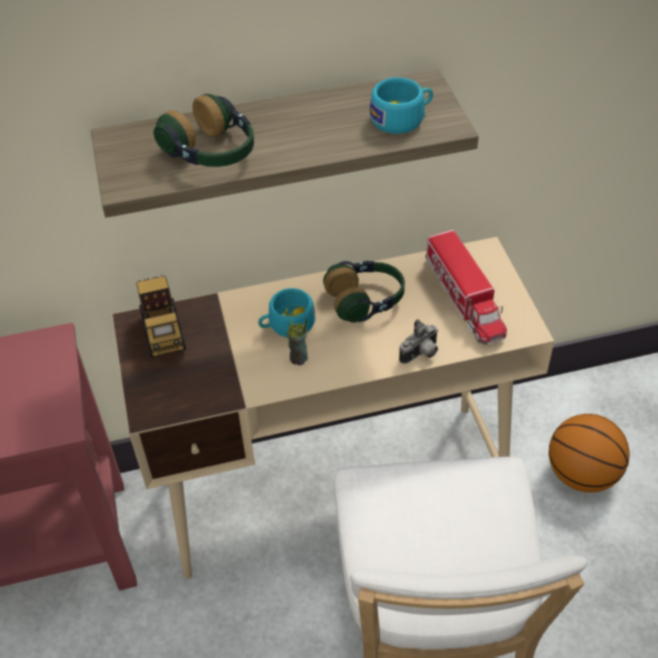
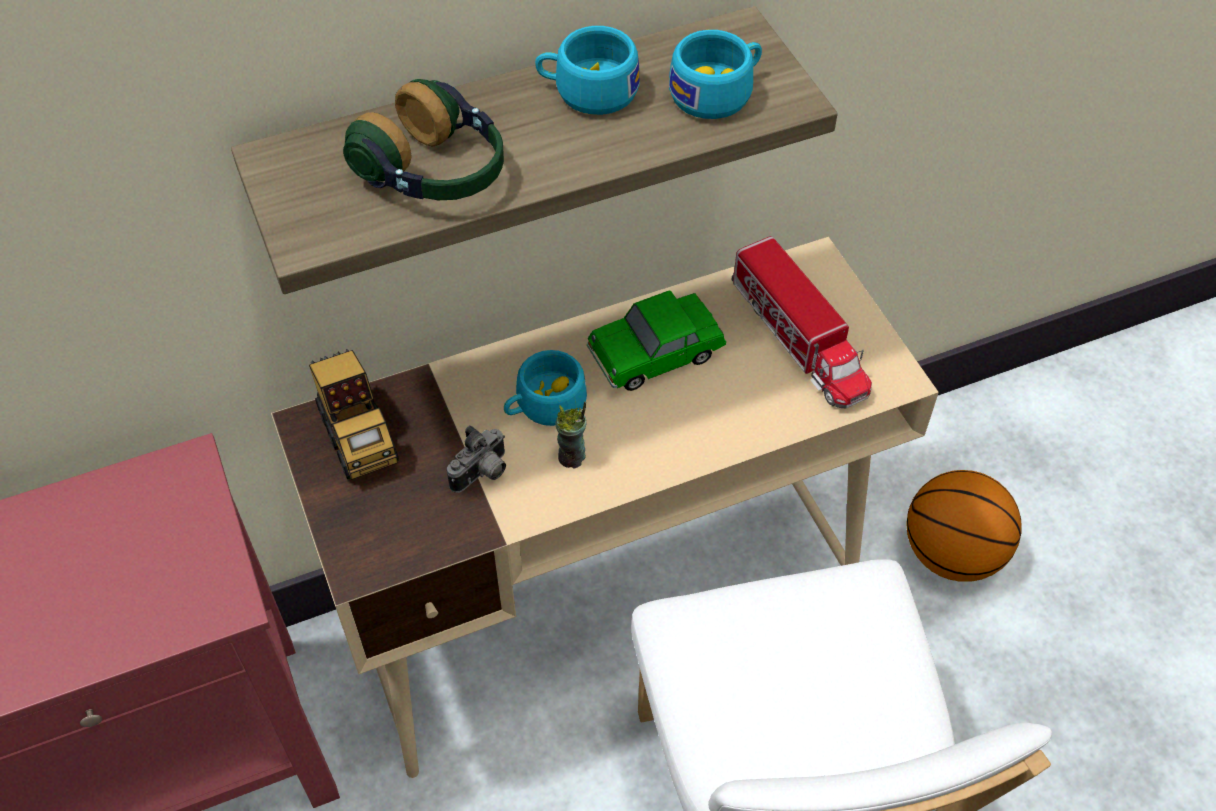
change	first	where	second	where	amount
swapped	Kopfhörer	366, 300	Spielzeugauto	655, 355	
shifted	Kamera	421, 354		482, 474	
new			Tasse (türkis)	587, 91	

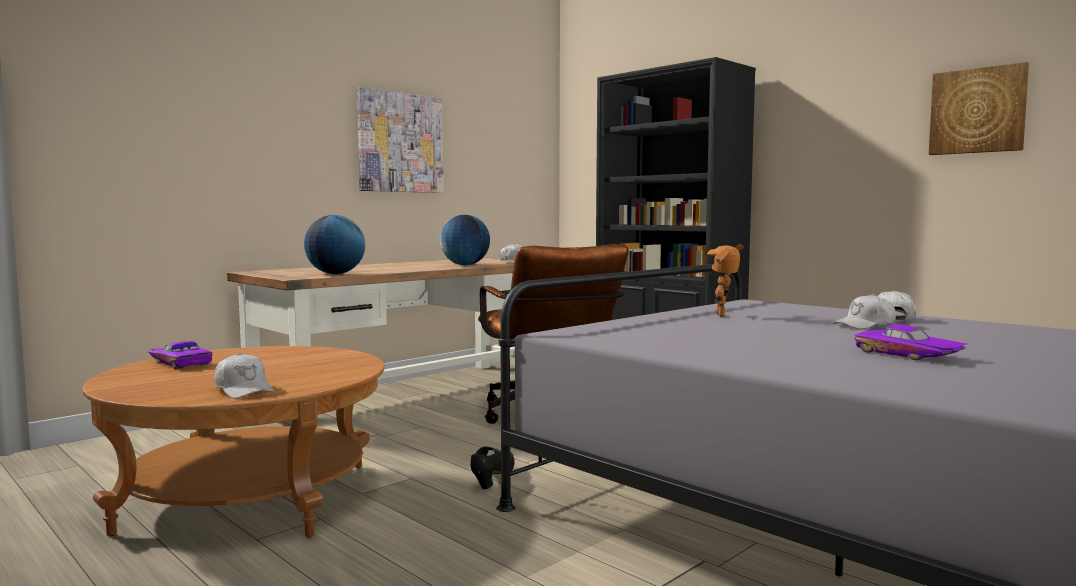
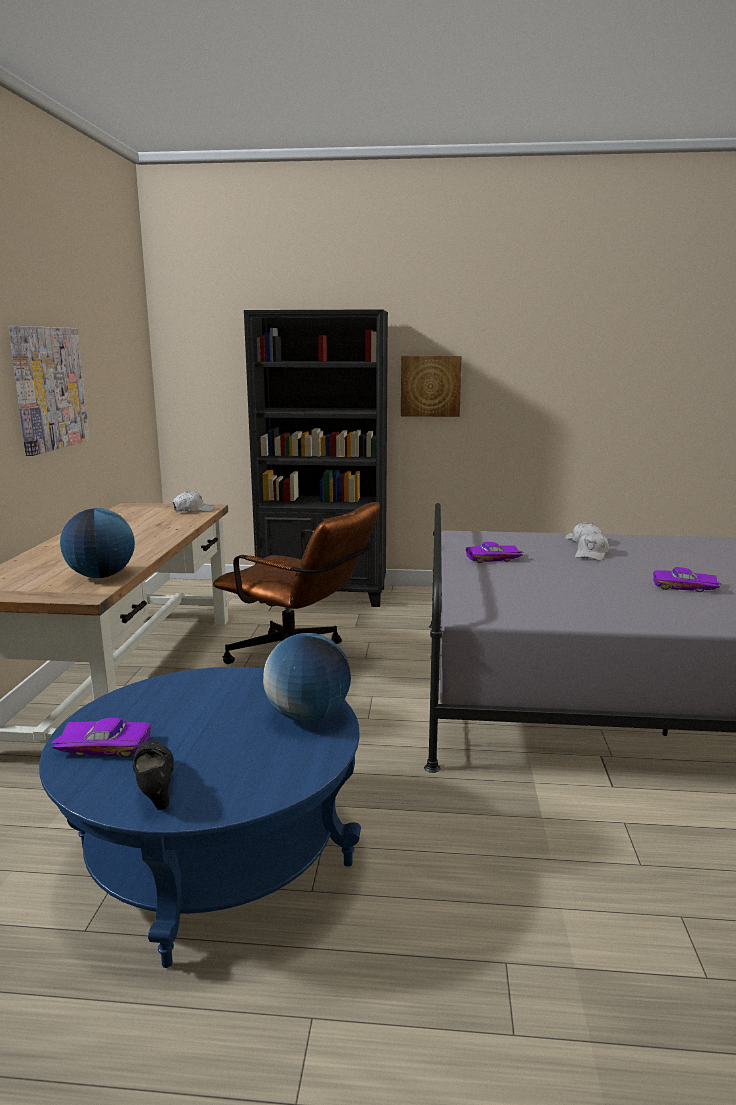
change	first	where	second	where	amount
repainted	Couchtisch (braun)	249, 497	Couchtisch (blau)	214, 855	
gone	Kappe (weiß)	244, 390			
shifted	Globus	465, 265		308, 716	
shifted	Schuh (schwarz)	493, 478		154, 787	
swapped	Spielzeugroboter	724, 315	Spielzeugauto (lila)	494, 559	
shifted	Bild	977, 111		430, 386	

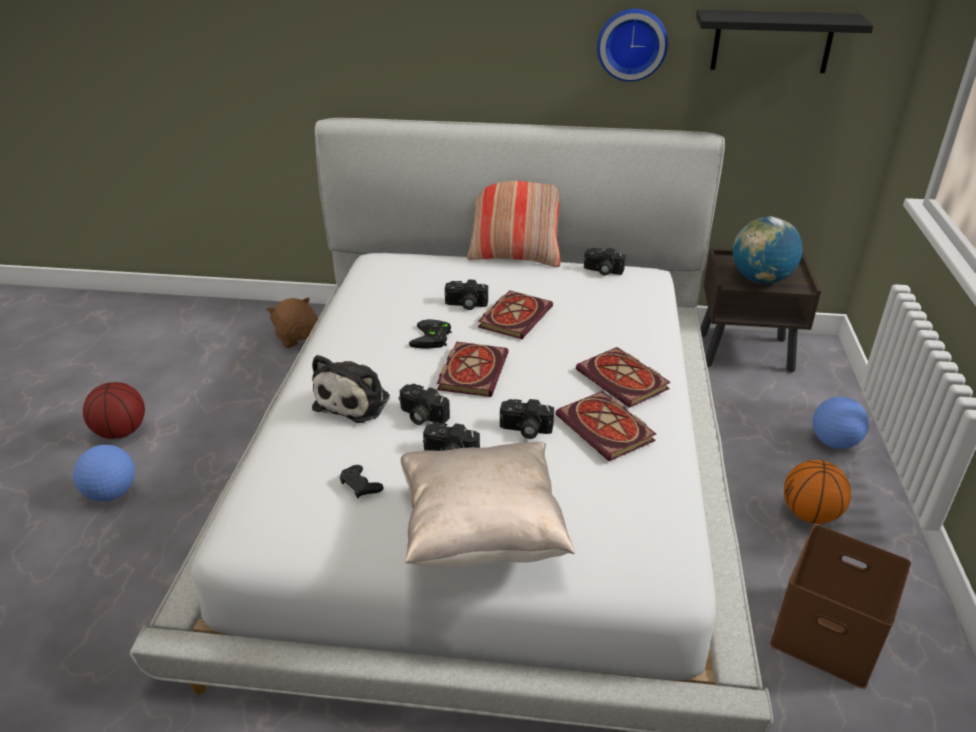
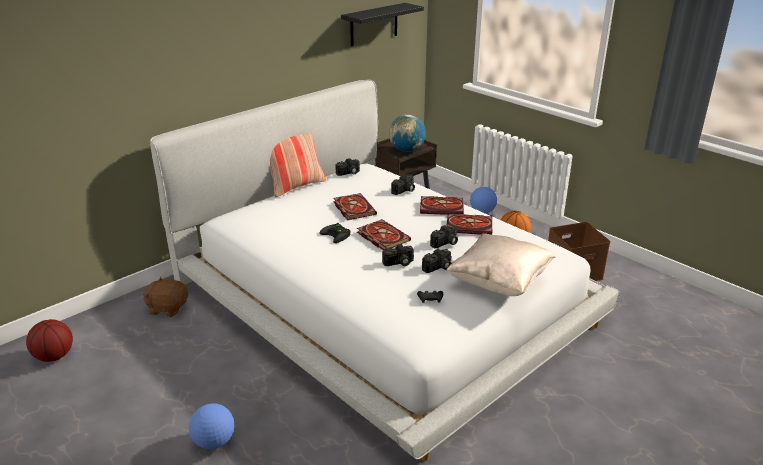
change	first	where	second	where	amount
shifted	Basketball	121, 432		54, 356	
gone	Plüschtier	355, 401			
shifted	Kamera	465, 305		404, 191	
gone	Wanduhr	632, 44			

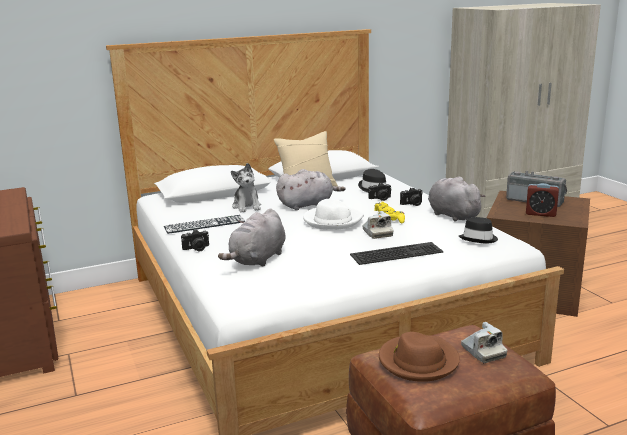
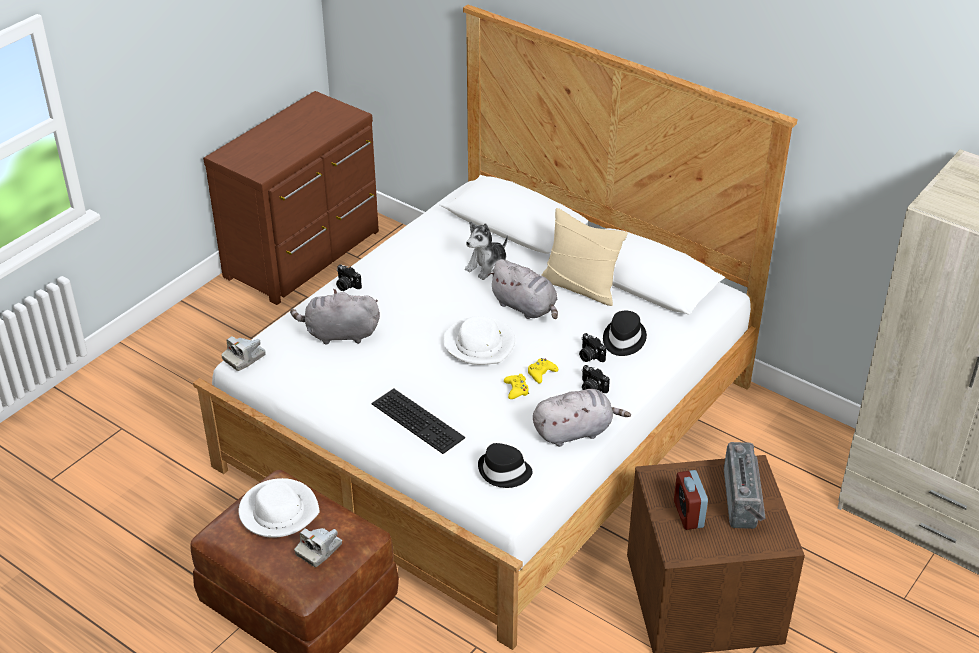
change	first	where	second	where	amount
gone	Tastatur	204, 224			
shifted	Kamera	377, 233		244, 358	
repainted	Hut (braun)	418, 361	Hut (weiß)	278, 511	
rotated	Plüschtier (grau)	452, 215		575, 431	45 degrees clockwise

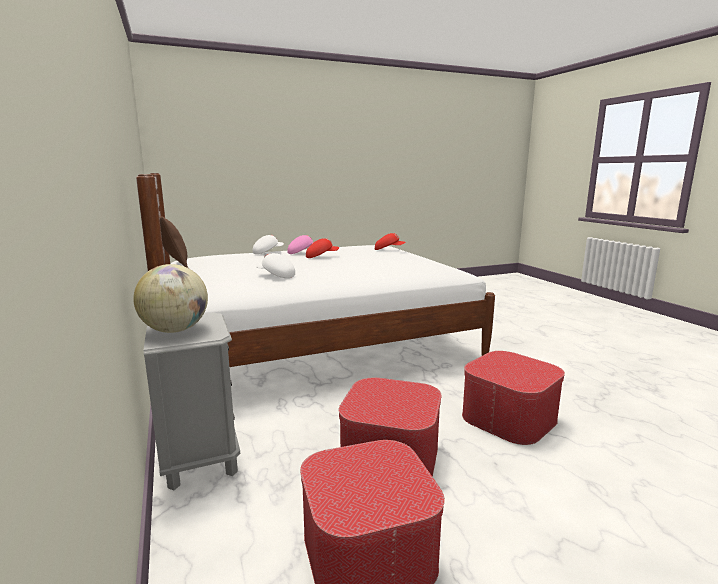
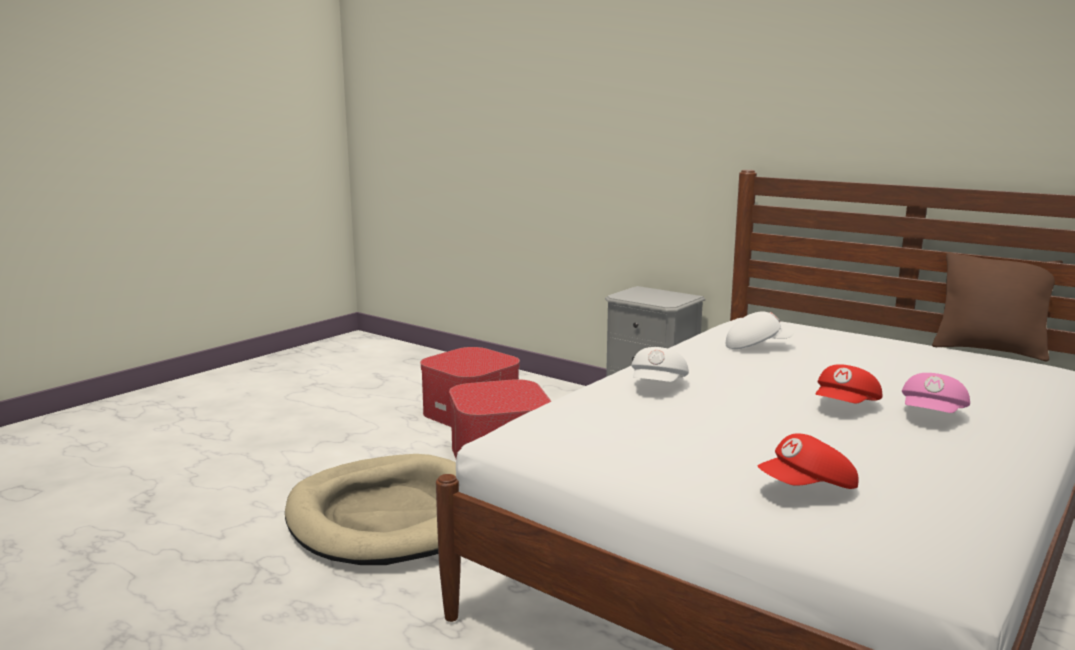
change	first	where	second	where	amount
gone	Globus	175, 330			
shifted	Kappe (weiß)	267, 252		659, 386	
swapped	Polsterhocker	509, 417	Hundebett (beige)	388, 517	

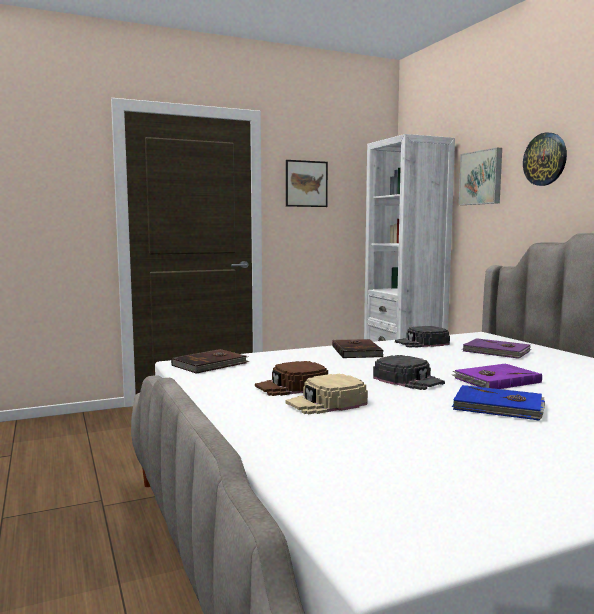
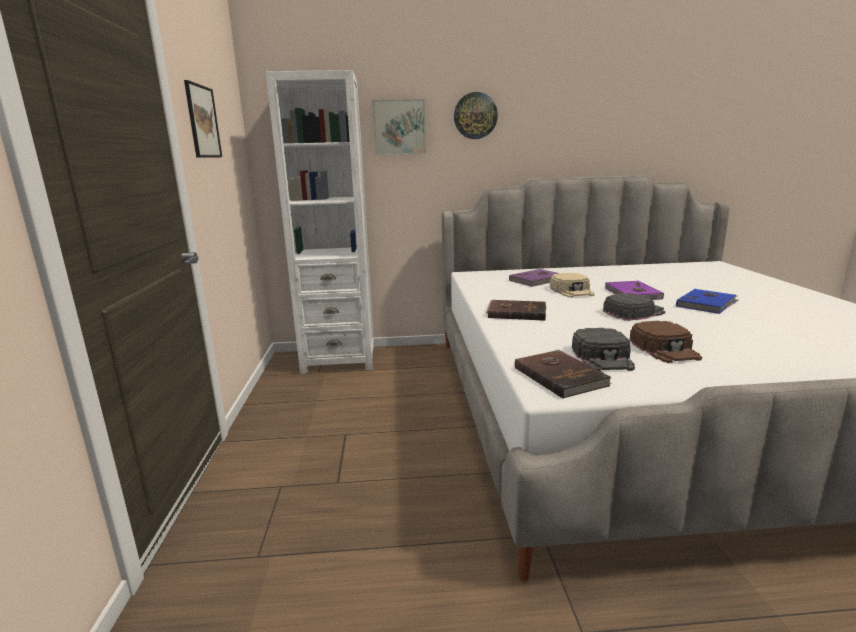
change	first	where	second	where	amount
shifted	Kappe (beige)	326, 403		572, 291	
shifted	Kappe (schwarz)	422, 343		603, 357	

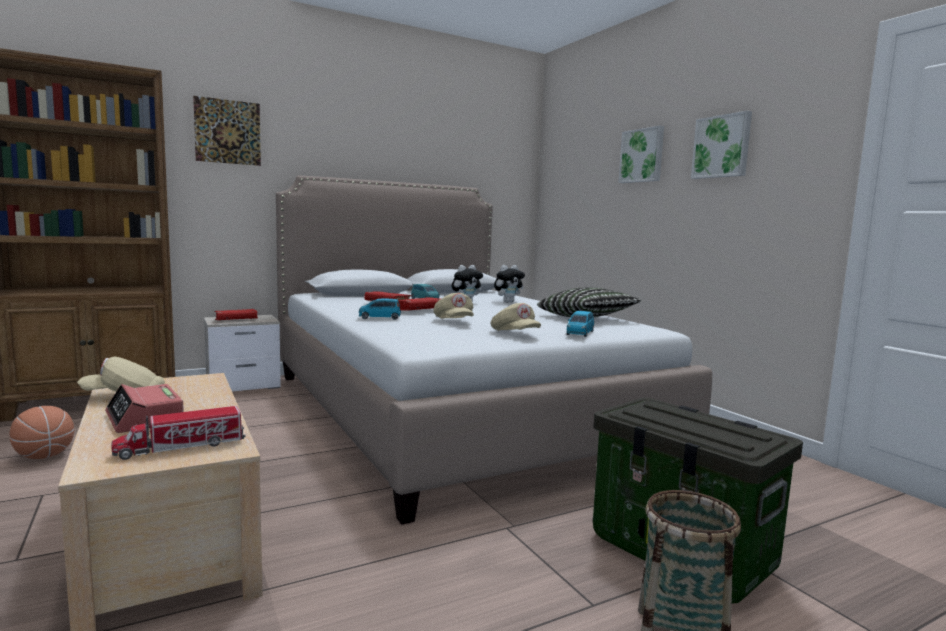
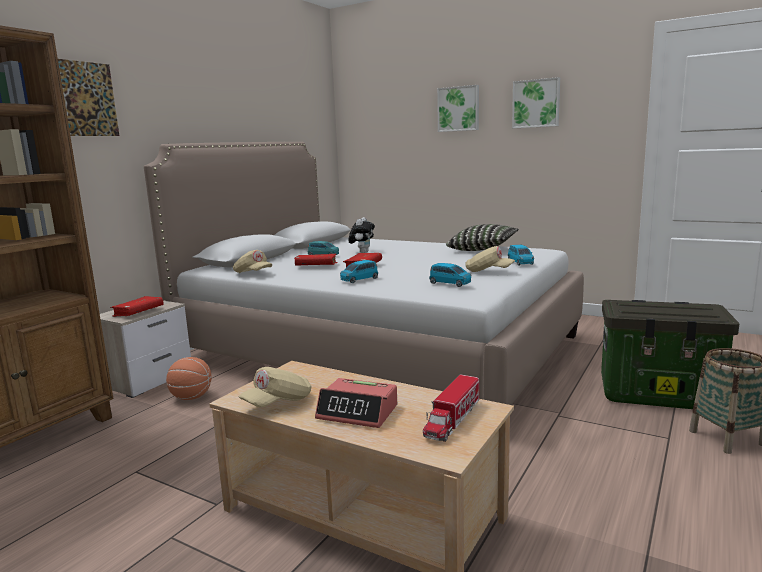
change	first	where	second	where	amount
shifted	Basketball	44, 456		191, 397	
shifted	Kappe (beige)	454, 321		252, 273	
gone	Plüschtier	508, 302			
new			Spielzeugauto (blau)	450, 283	

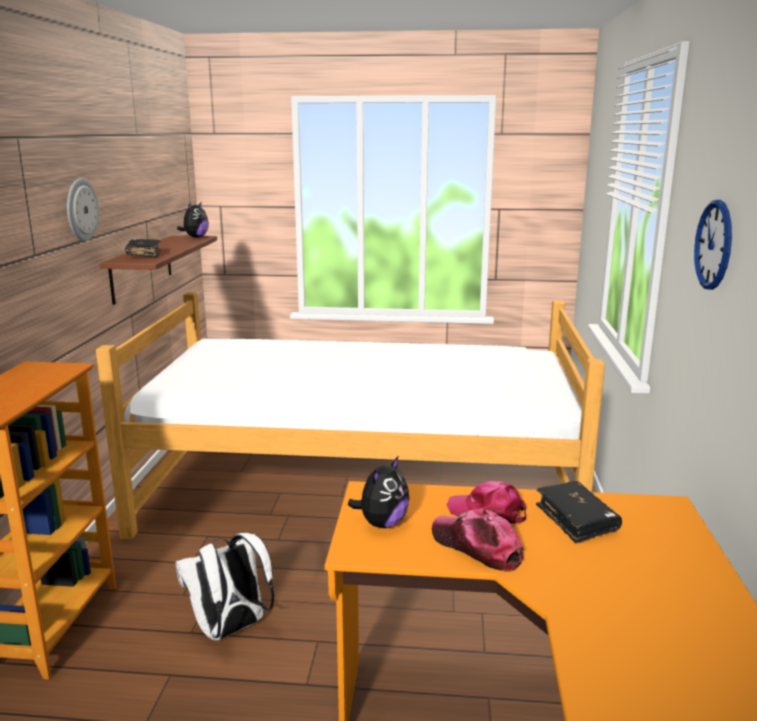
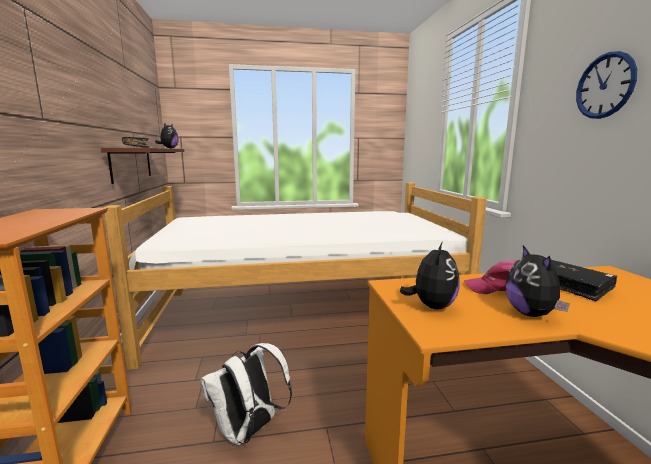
change	first	where	second	where	amount
gone	Wanduhr	81, 209			
swapped	Kappe	477, 547	Plüschtier	531, 314	

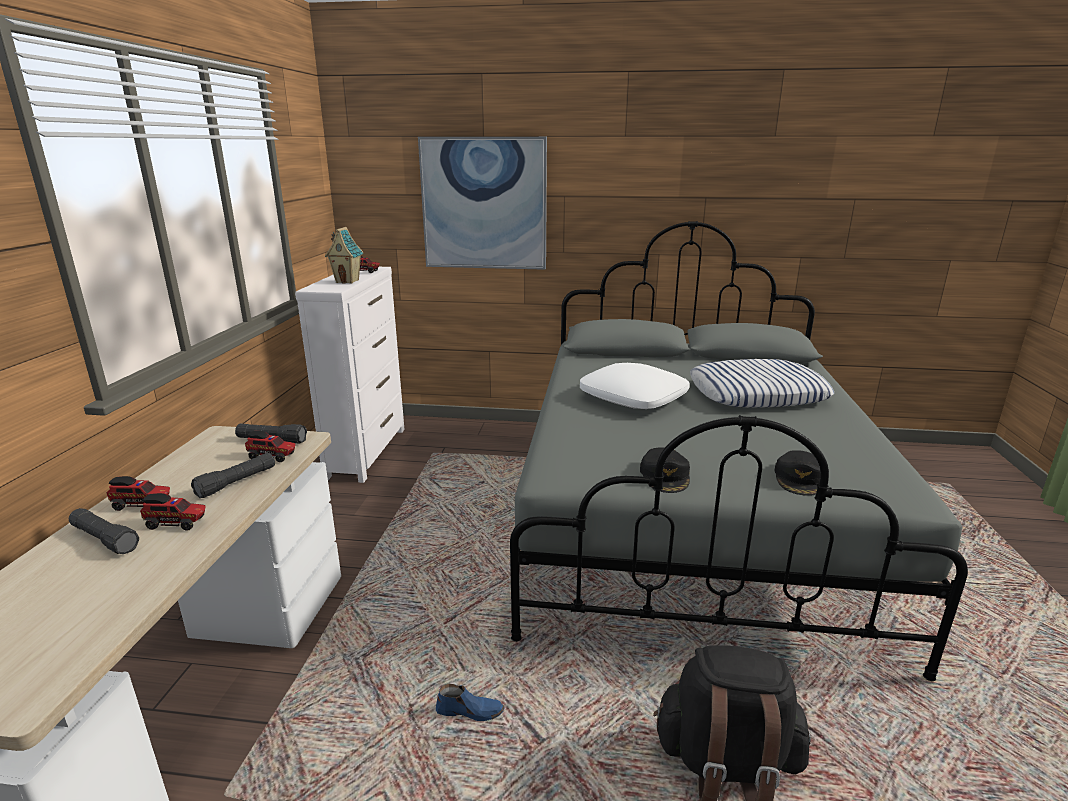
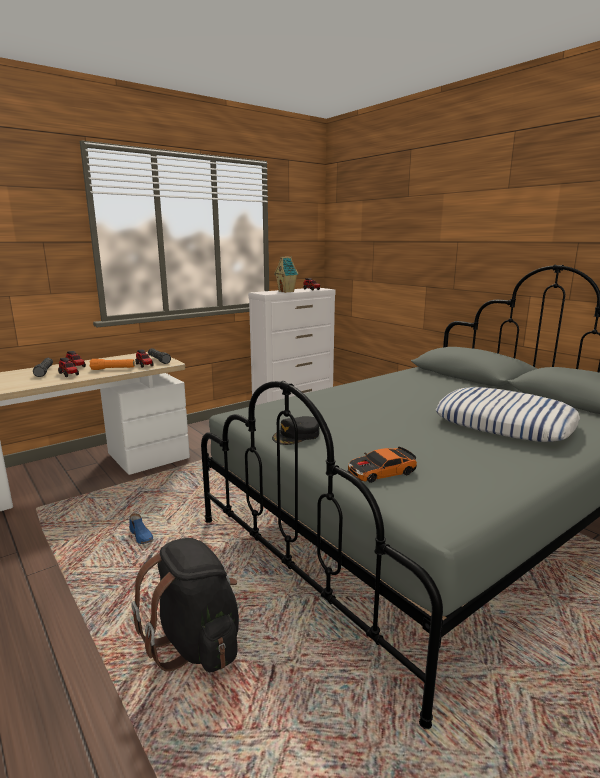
change	first	where	second	where	amount
repainted	Taschenlampe (schwarz)	237, 483	Taschenlampe (orange)	113, 369	
gone	Bild	484, 204			
gone	Kissen (weiß)	633, 397			
swapped	Kappe (schwarz)	800, 479	Spielzeugauto	381, 472	

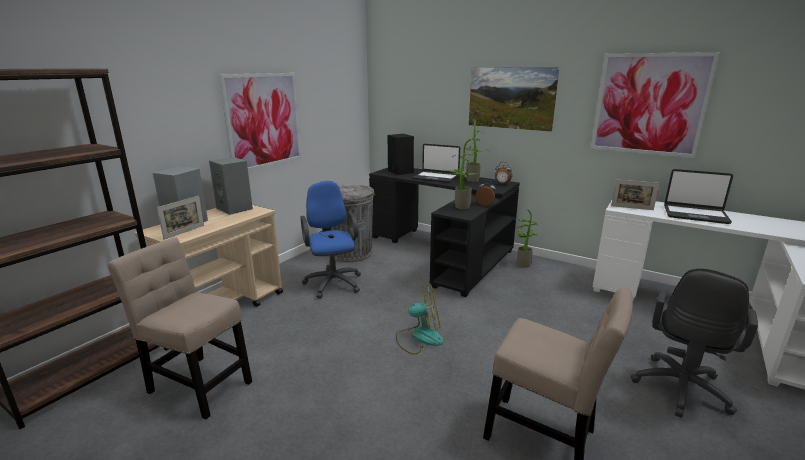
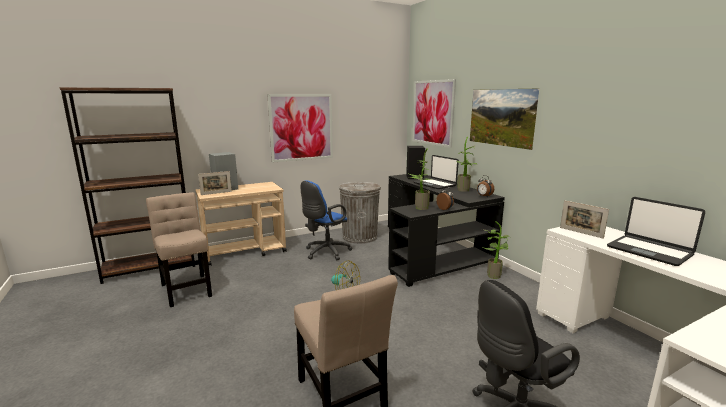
change	first	where	second	where	amount
gone	Lautsprecher (grau)	235, 209			
rotated	Bürostuhl (blau)	333, 282		325, 252	150 degrees counterclockwise
shifted	Bild	649, 104		433, 112	

